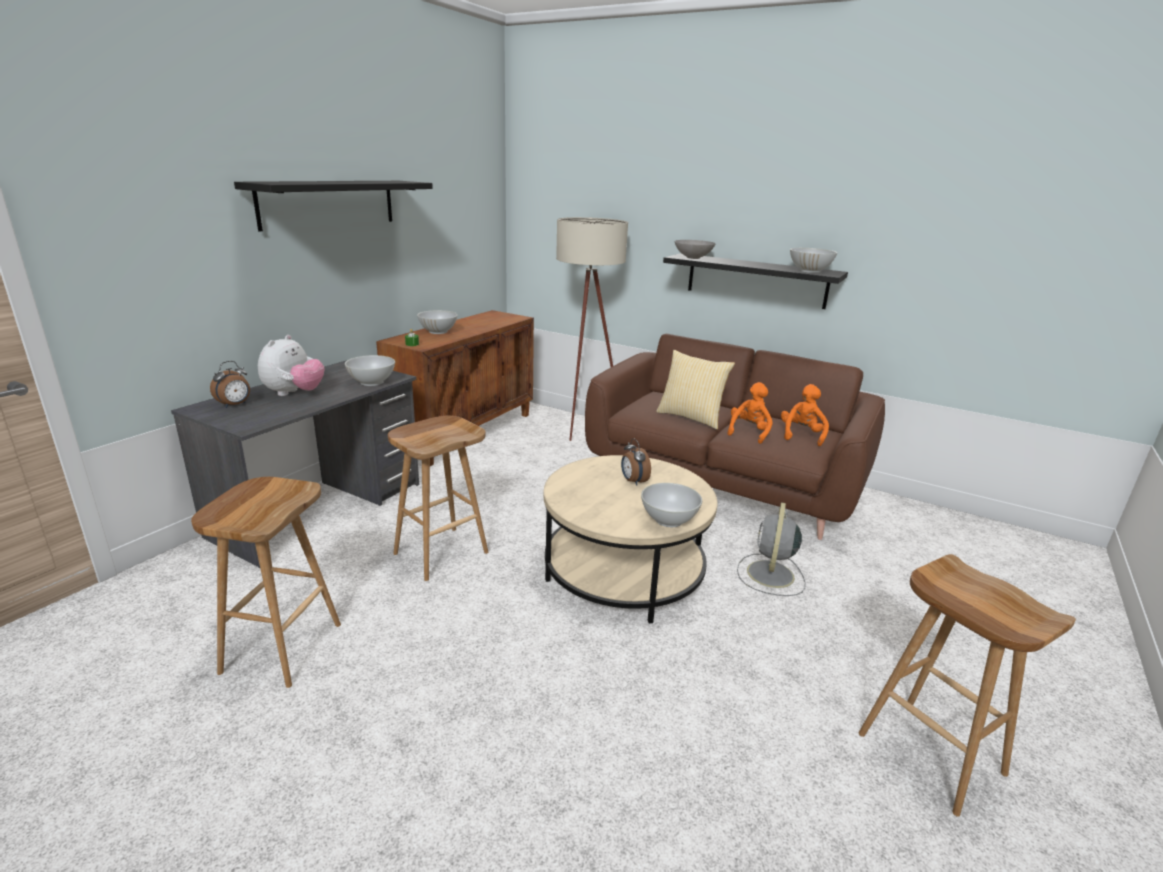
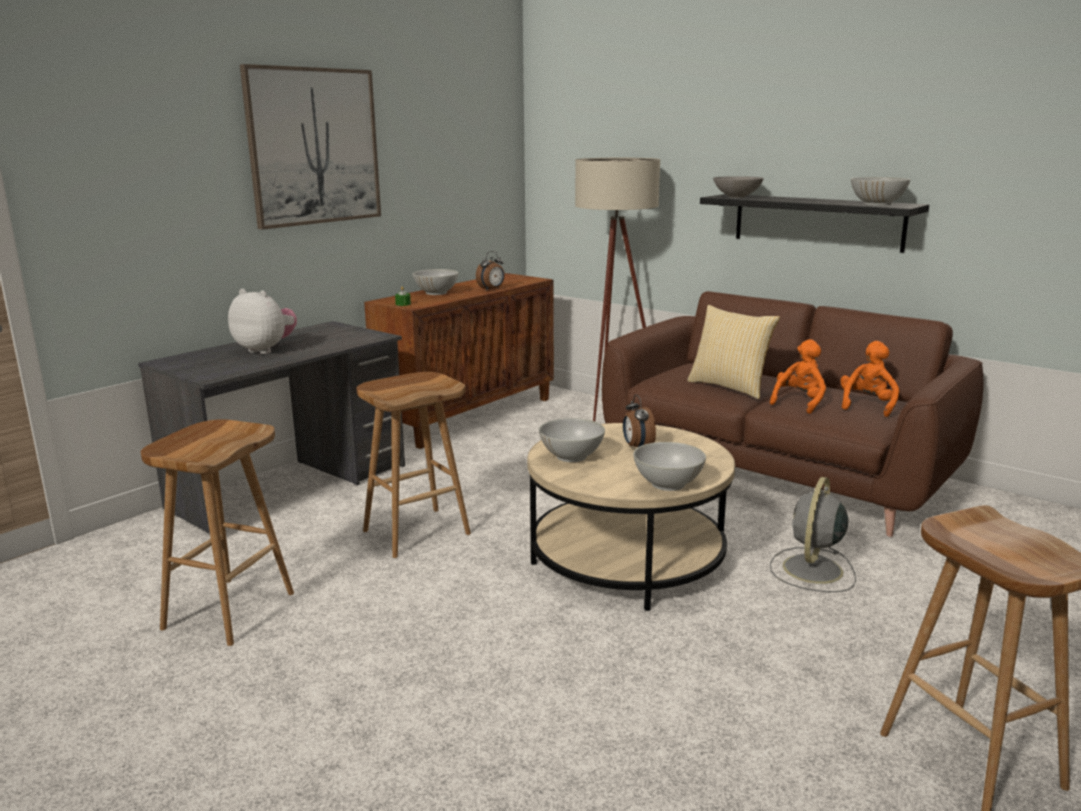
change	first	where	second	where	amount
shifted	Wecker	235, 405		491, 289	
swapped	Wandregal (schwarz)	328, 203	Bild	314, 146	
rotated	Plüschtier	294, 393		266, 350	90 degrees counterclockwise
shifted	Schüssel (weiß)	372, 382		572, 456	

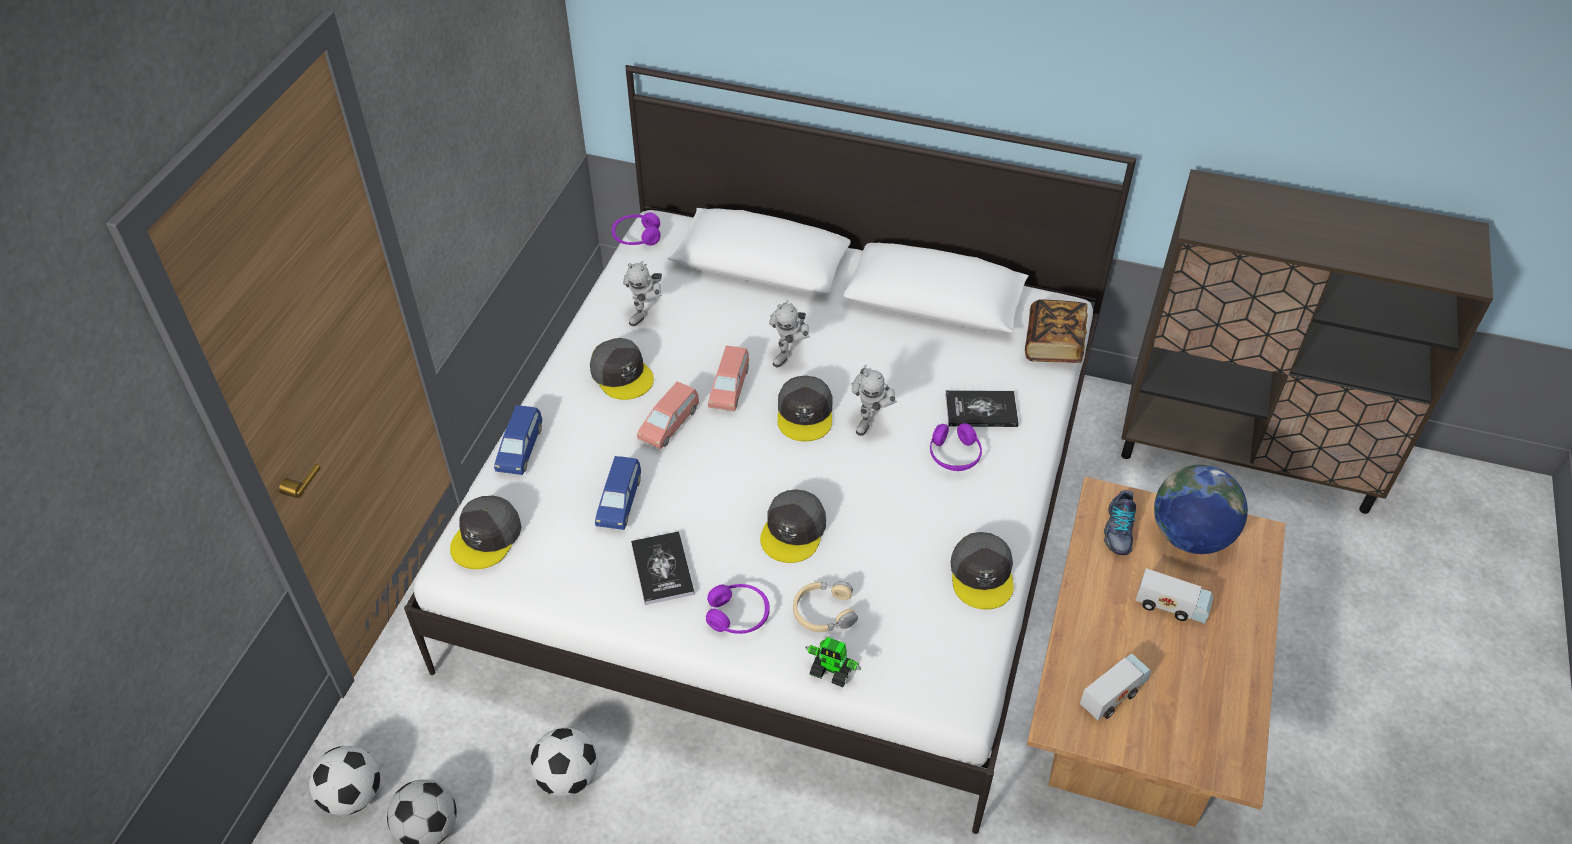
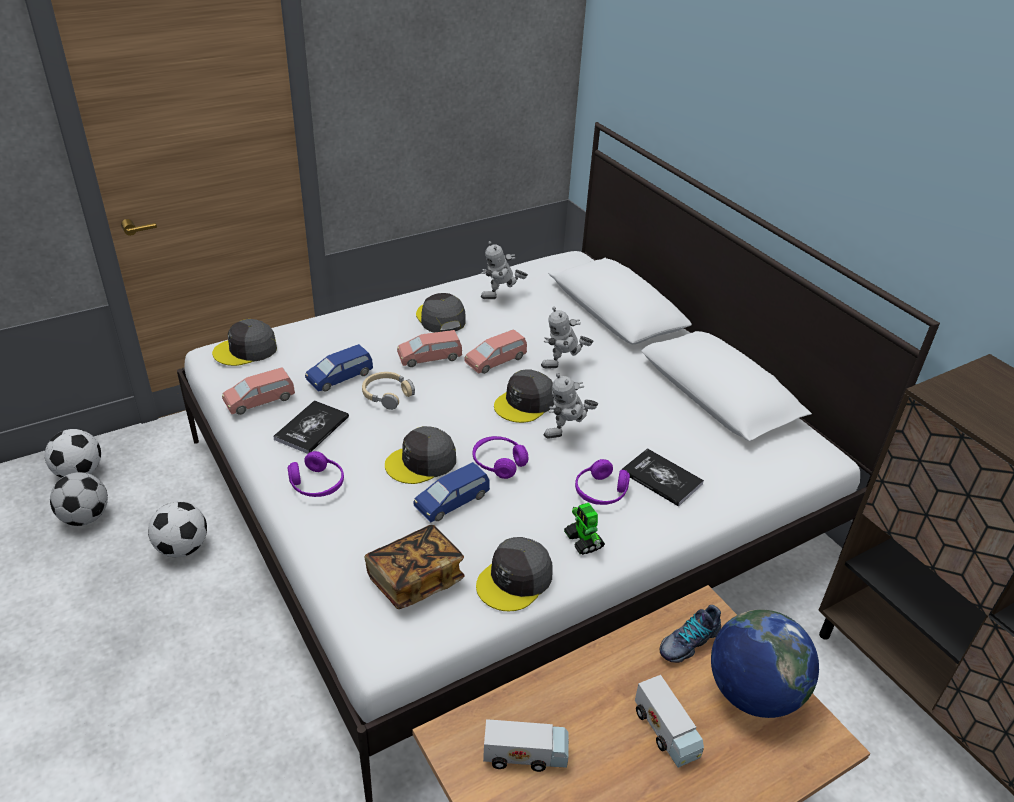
change	first	where	second	where	amount
shifted	Spielzeugauto (blau)	520, 449		452, 501	
rotated	Kappe (grau)	622, 374		440, 318	150 degrees clockwise
shifted	Kopfhörer (lila)	636, 237		498, 462	
shifted	Kopfhörer (beige)	824, 612		387, 394	
shifted	Spielzeugroboter	832, 671		583, 541	
shifted	Buch	1054, 344		415, 579	
new			Spielzeugauto (rosa)	260, 400	

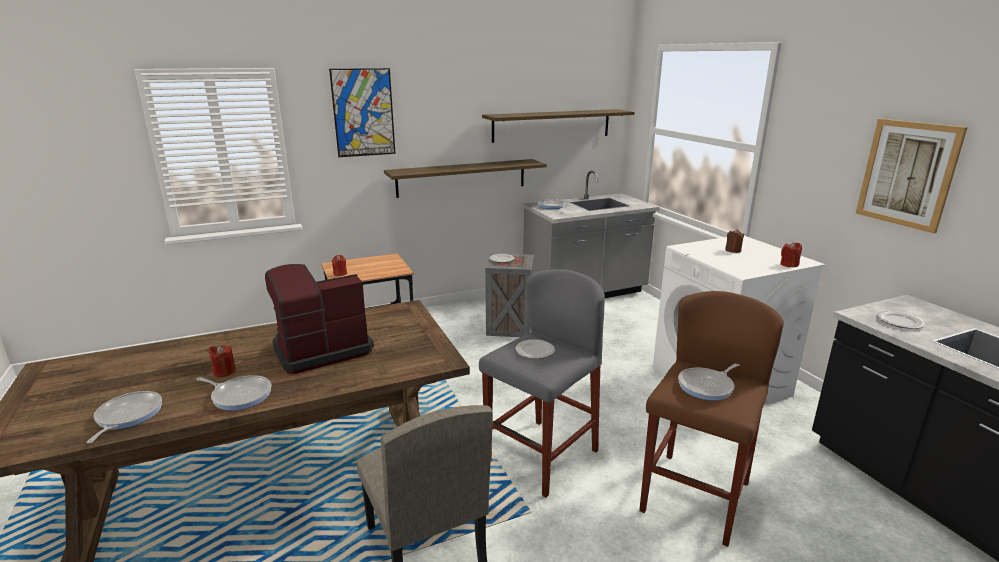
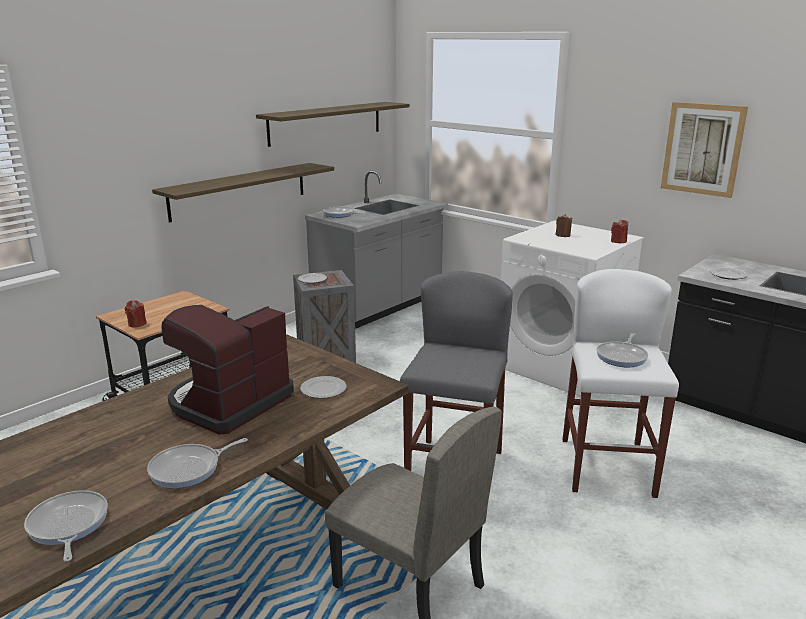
change	first	where	second	where	amount
rotated	Pfanne	240, 395		189, 469	150 degrees clockwise
gone	Kerze (rot)	224, 371			
gone	Bild	363, 113			
shifted	Teller	534, 351		323, 390	
repainted	Hocker (braun)	695, 497	Hocker (weiß)	607, 467	

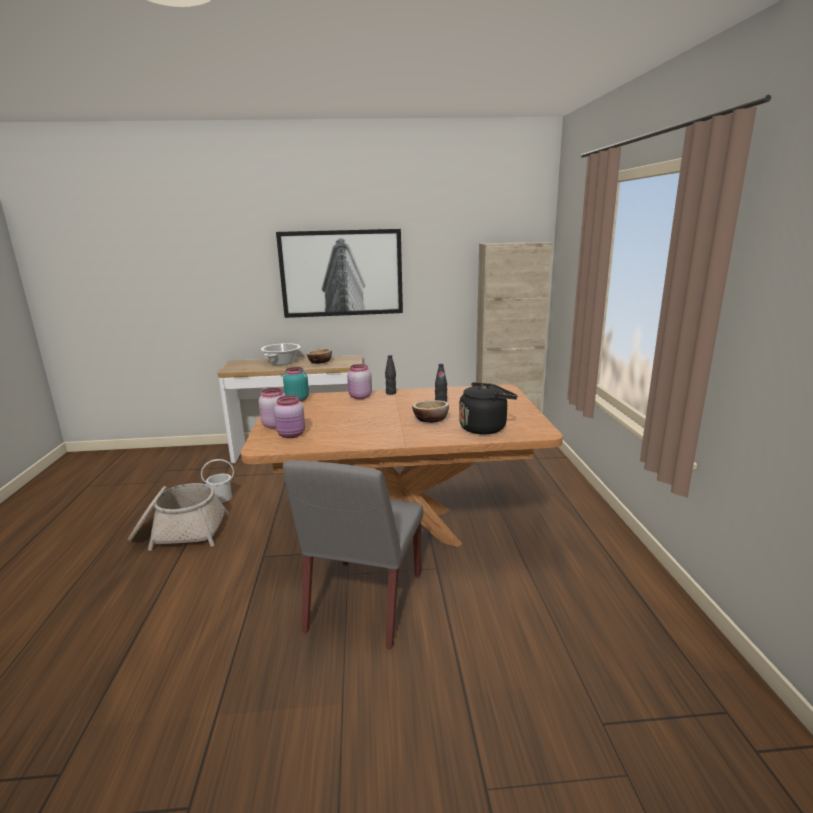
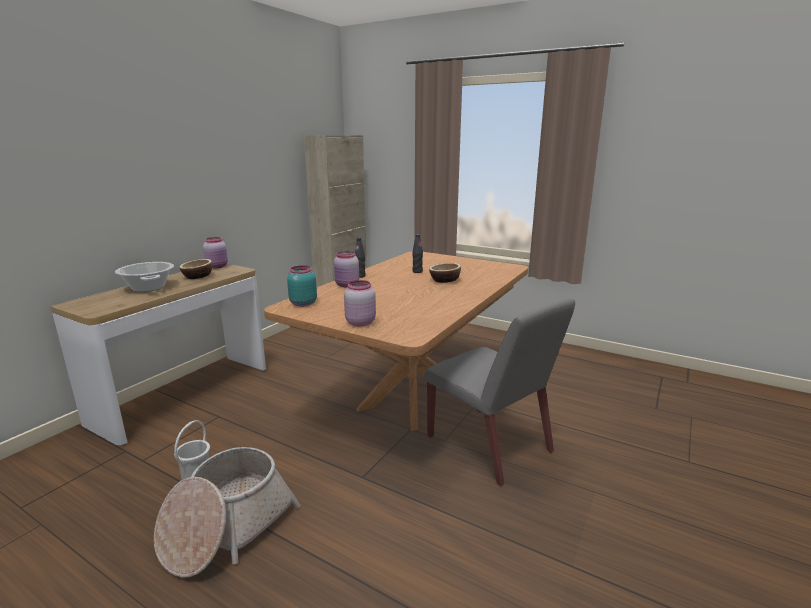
change	first	where	second	where	amount
shifted	Vorratsglas (rosa)	292, 435		218, 266	
gone	Bild	341, 273			
gone	Wasserkessel (schwarz)	485, 427			

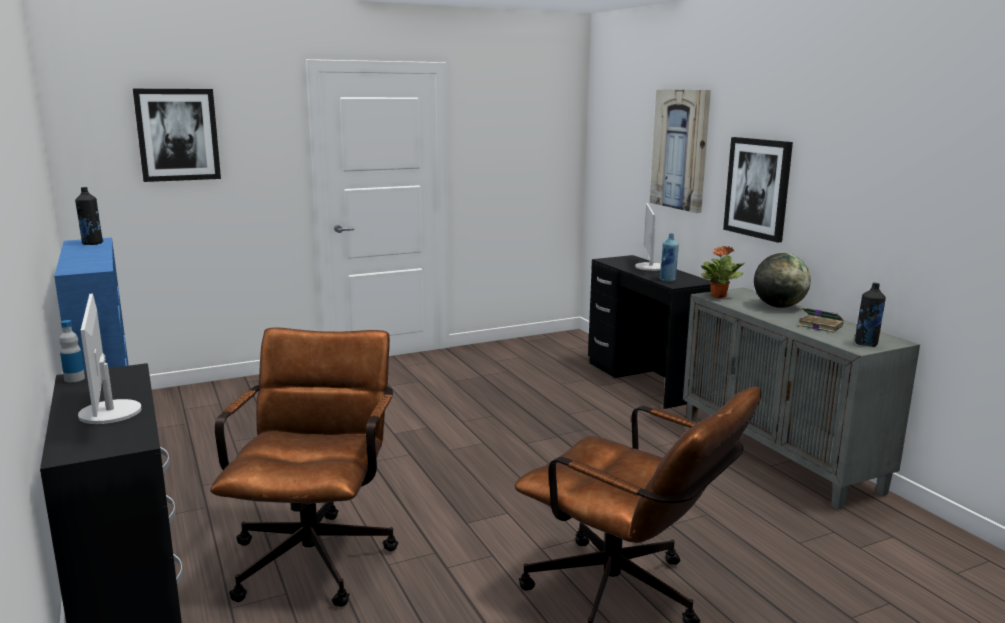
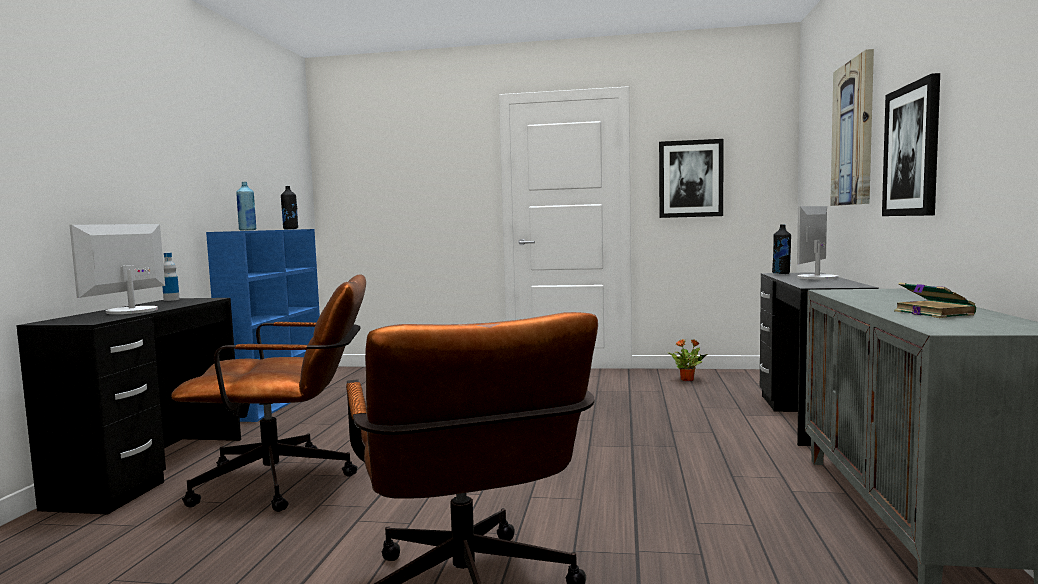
change	first	where	second	where	amount
shifted	Bild	178, 135		690, 179	
rotated	Bürostuhl (braun)	316, 552		289, 481	45 degrees clockwise
shifted	Flasche (blau)	667, 280		247, 230	
shifted	Topfpflanze	719, 296		687, 380	
gone	Globus	778, 306			
shifted	Flasche (schwarz)	866, 344		781, 273	

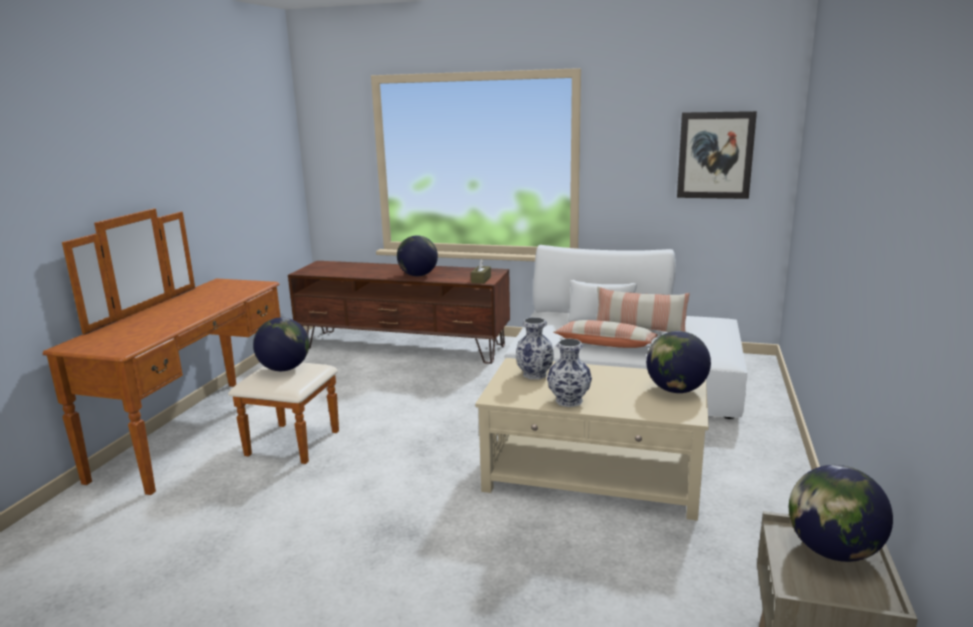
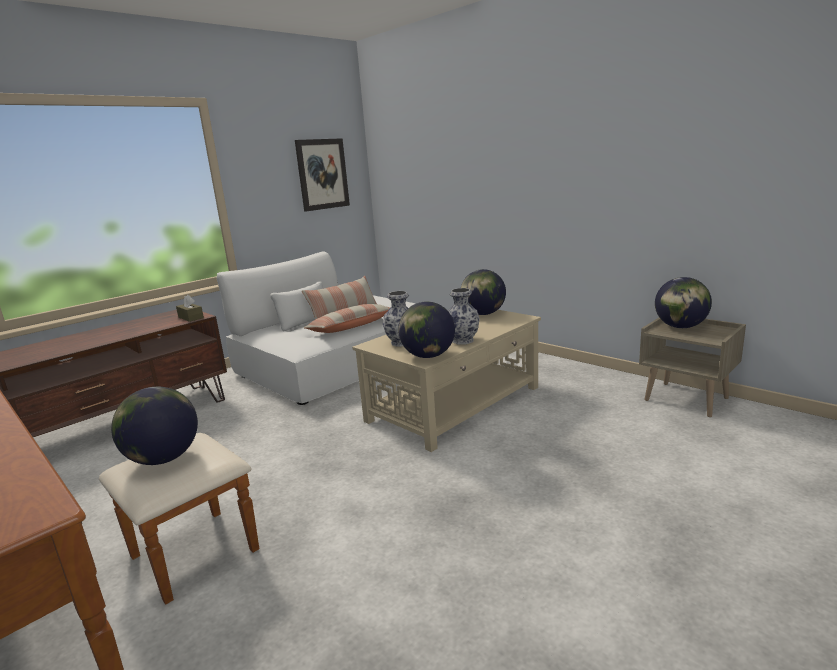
change	first	where	second	where	amount
shifted	Globus	418, 275		428, 356	

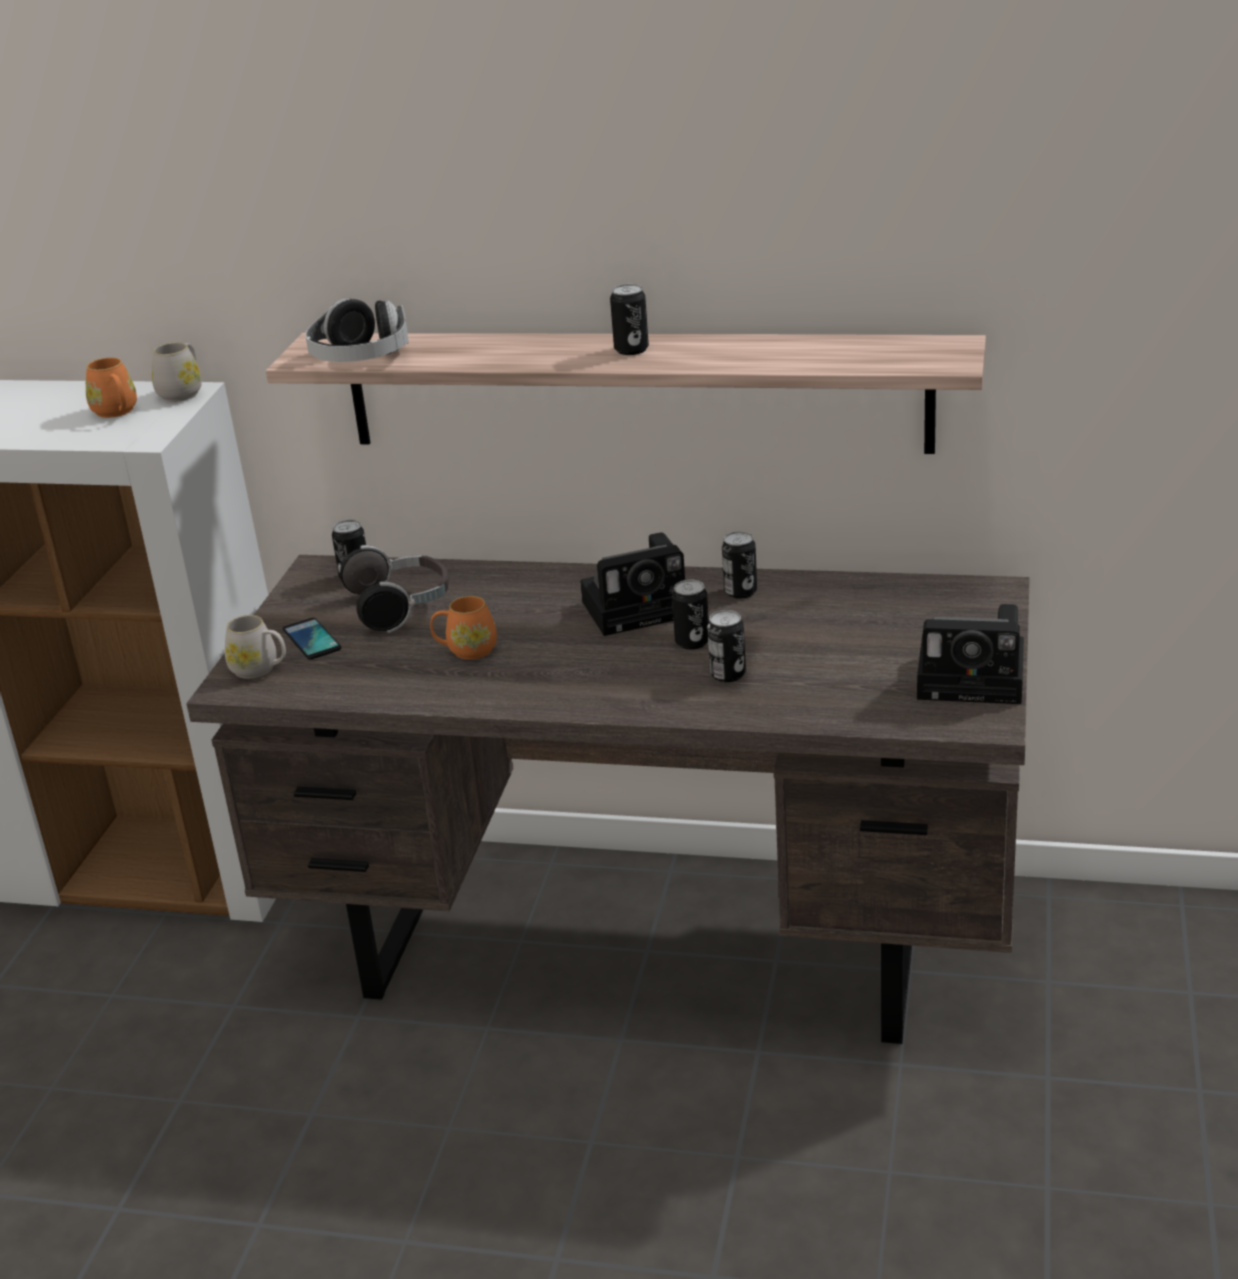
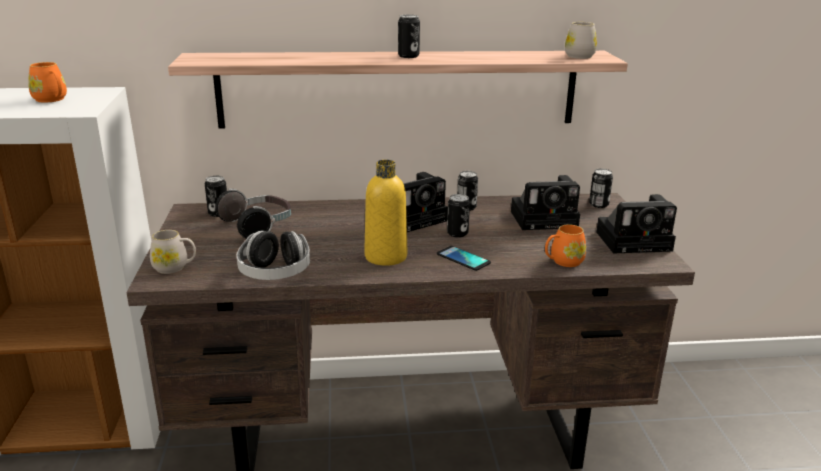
change	first	where	second	where	amount
shifted	Henkelbecher (weiß)	183, 392		578, 55	
shifted	Handy	311, 640		463, 259	
shifted	Kopfhörer	361, 360		275, 274	
shifted	Henkelbecher (orange)	466, 650		563, 262	
shifted	Dose	728, 674		598, 205	
new			Flasche (gelb)	386, 256	
new			Kamera	546, 219	

